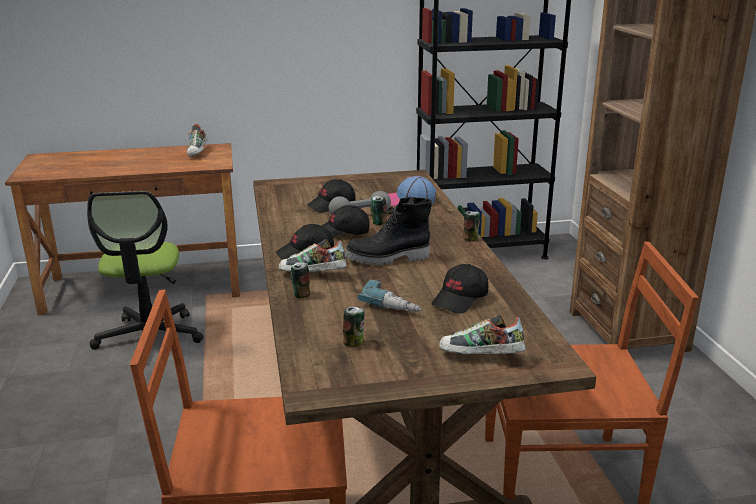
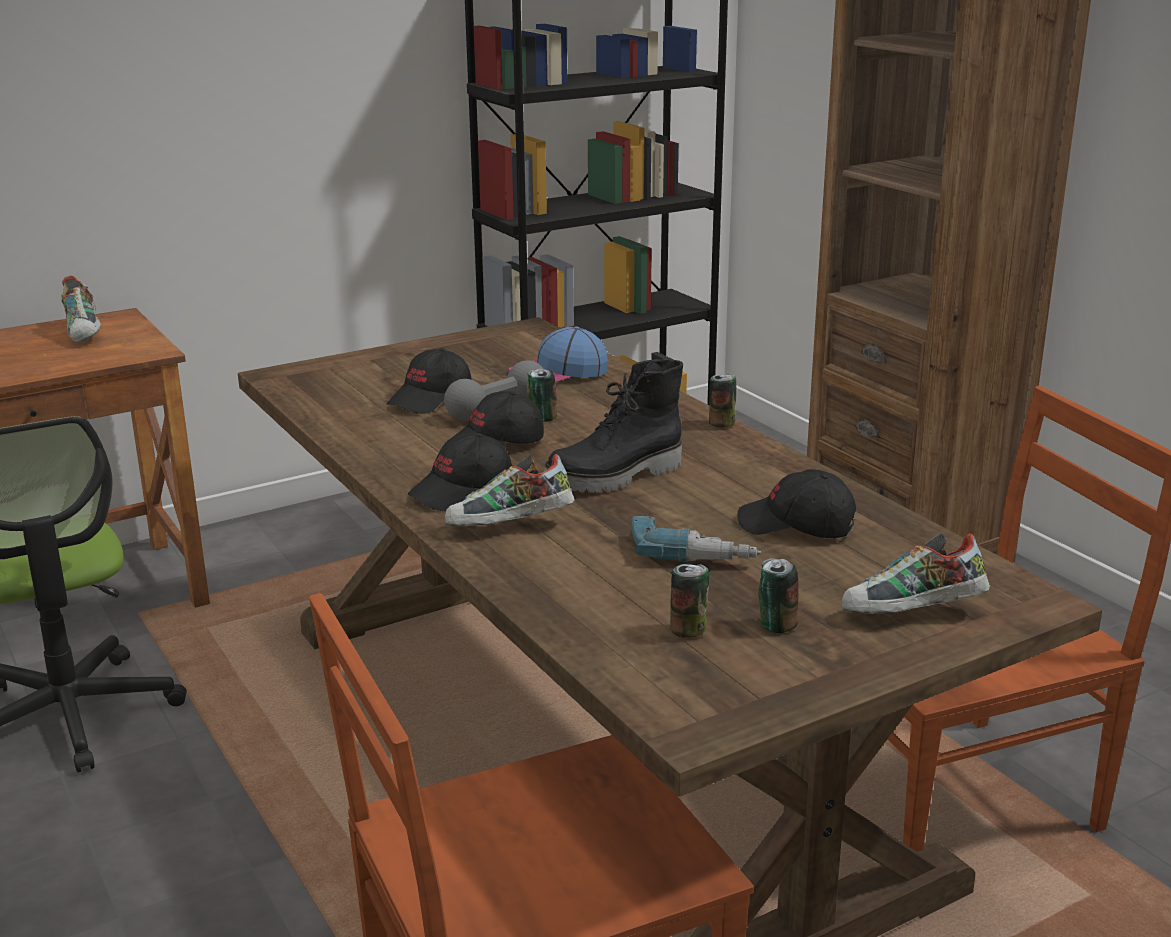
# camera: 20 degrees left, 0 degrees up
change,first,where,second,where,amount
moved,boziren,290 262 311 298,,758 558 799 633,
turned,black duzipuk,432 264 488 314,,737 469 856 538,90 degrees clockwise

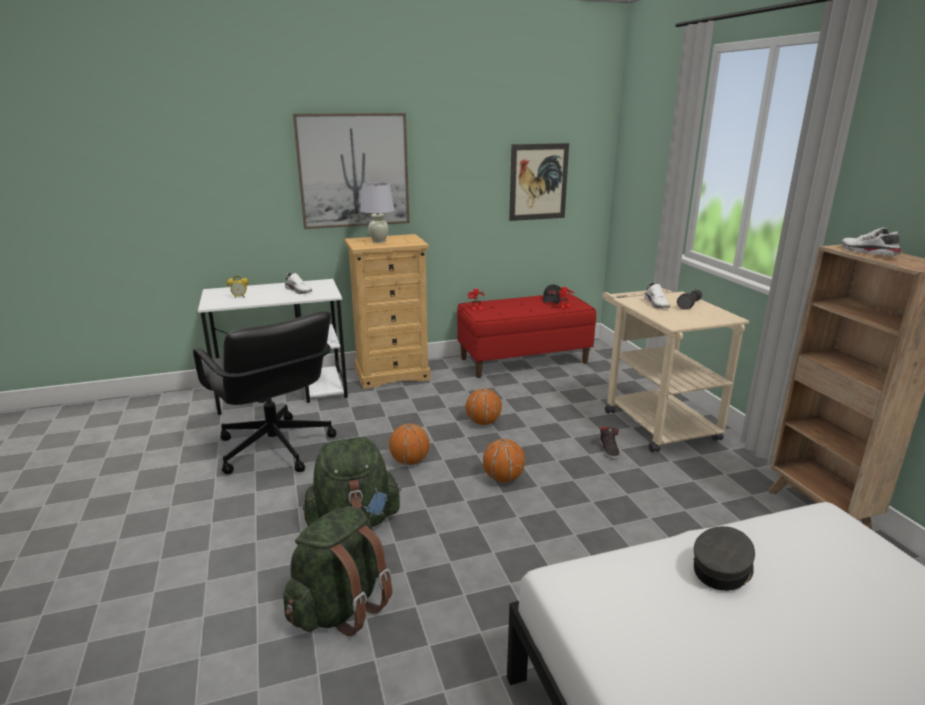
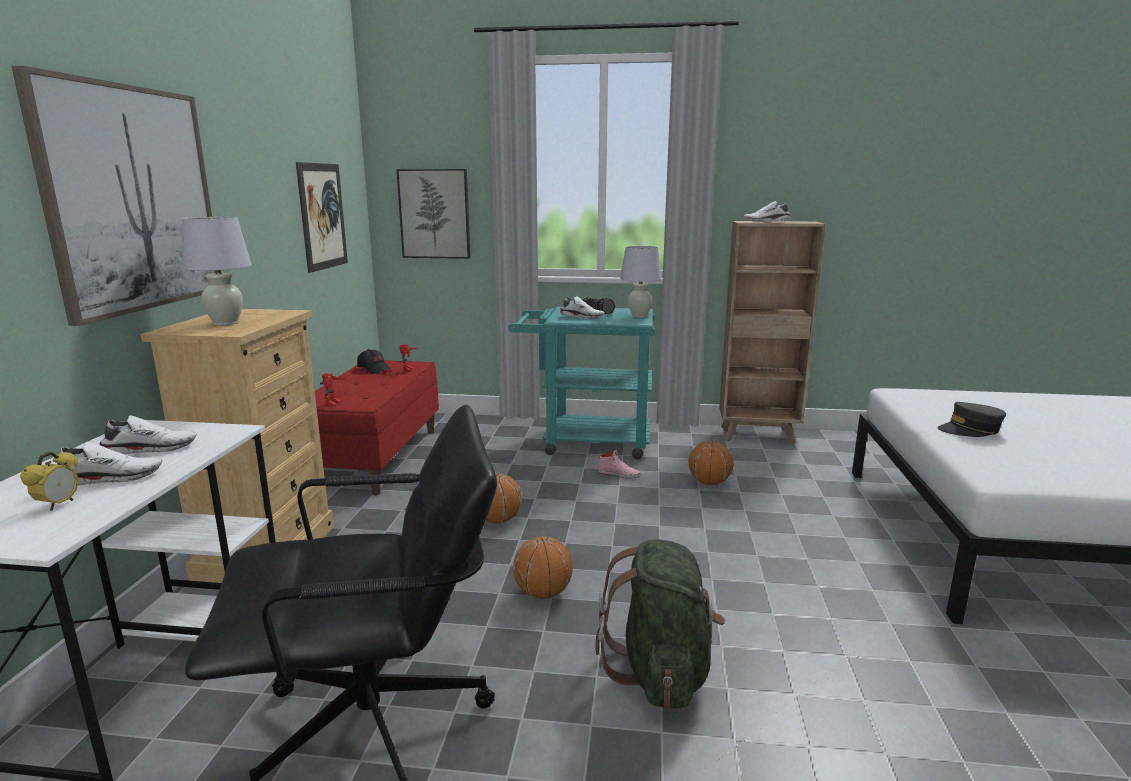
# camera: 65 degrees left, 5 degrees down
change,first,where,second,where,amount
removed,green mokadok,283 506 392 636,,,
added,,,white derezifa,57 441 162 486,
added,,,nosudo,396 169 470 259,
added,,,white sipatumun,620 246 662 317,
moved,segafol,483 439 525 482,,688 441 733 485,
recoloured,black derezifa,600 427 620 459,pink derezifa,598 450 641 478,
recoloured,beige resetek,603 287 749 452,turquoise resetek,508 307 655 459,
turned,grey duzipuk,693 526 755 591,,937 402 1006 437,75 degrees counterclockwise

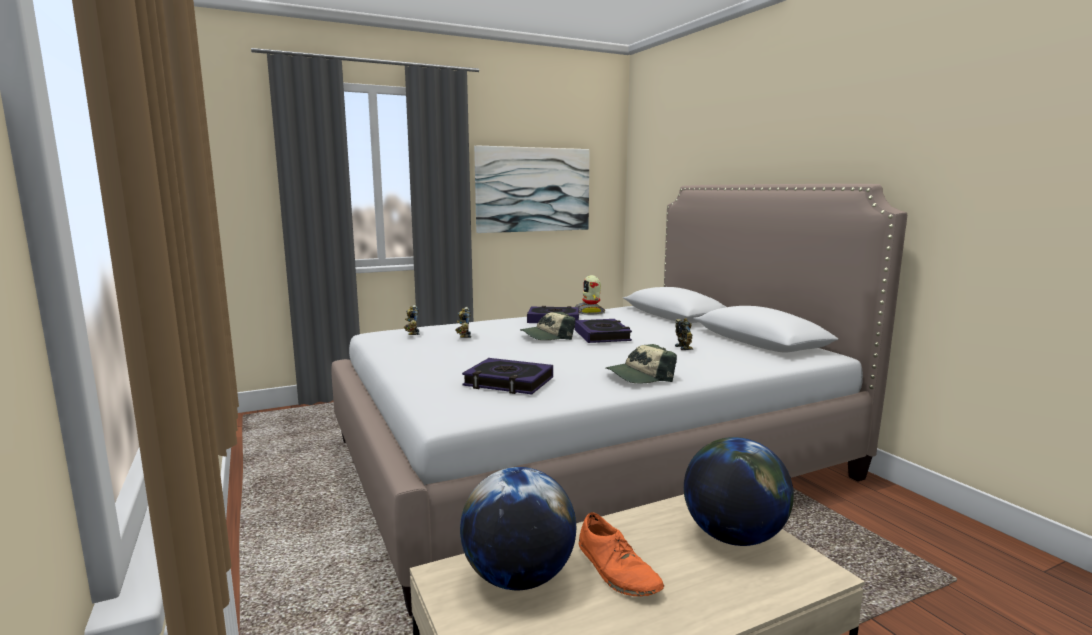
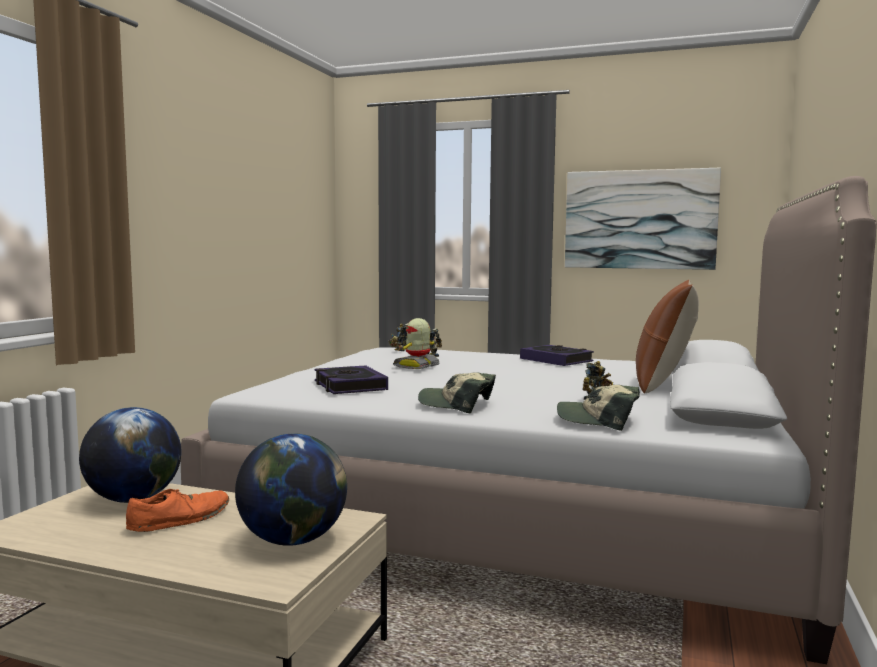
# camera: 45 degrees right, 5 degrees down
change,first,where,second,where,amount
removed,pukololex,574 319 632 343,,,
added,,,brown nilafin,636 280 699 394,
moved,duzipuk,520 312 575 340,,557 385 640 431,
moved,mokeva,575 275 605 315,,393 318 440 369,
turned,orange derezifa,579 512 664 596,,126 489 229 532,150 degrees counterclockwise

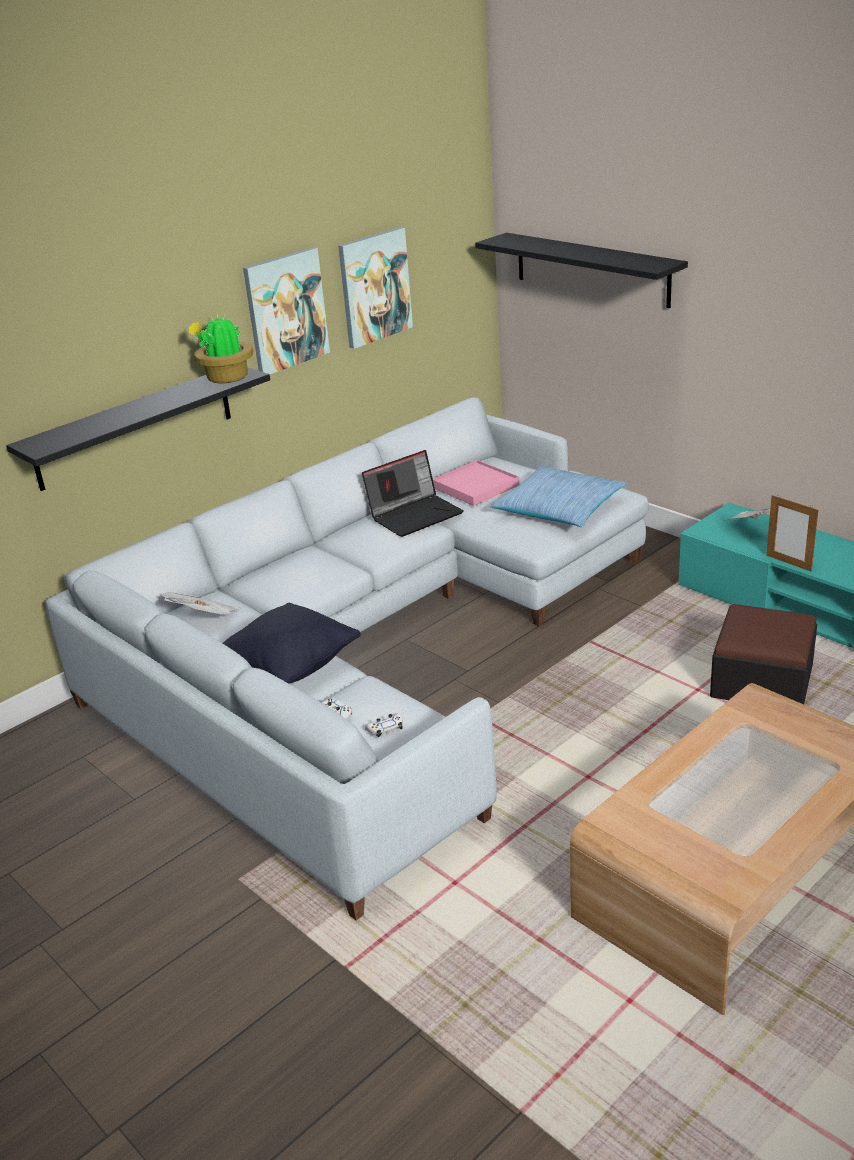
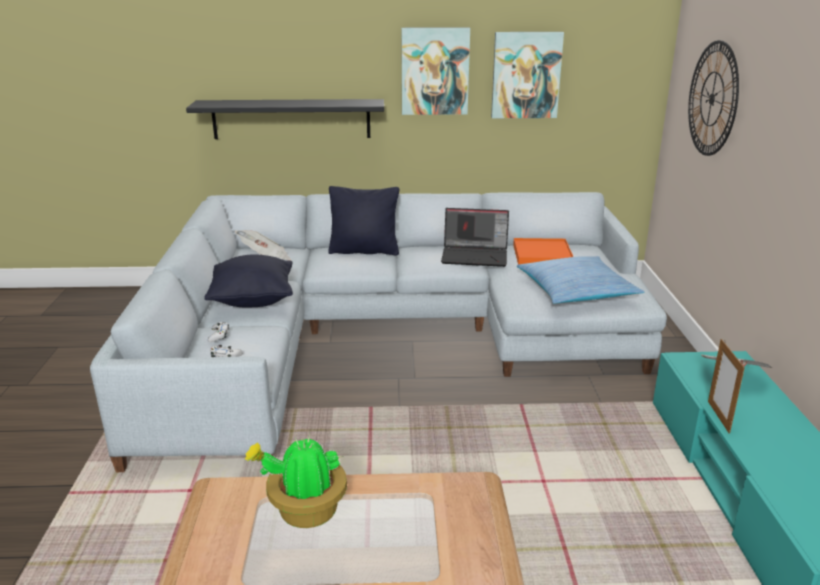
# camera: 40 degrees right, 5 degrees down
change,first,where,second,where,amount
removed,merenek,710 604 817 704,,,
added,,,black nilafin,328 186 399 256,
moved,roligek,189 315 253 383,,245 433 347 528,
replaced,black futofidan,475 233 688 308,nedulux,688 40 739 156,
recoloured,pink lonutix,433 460 519 506,orange lonutix,513 238 573 264,

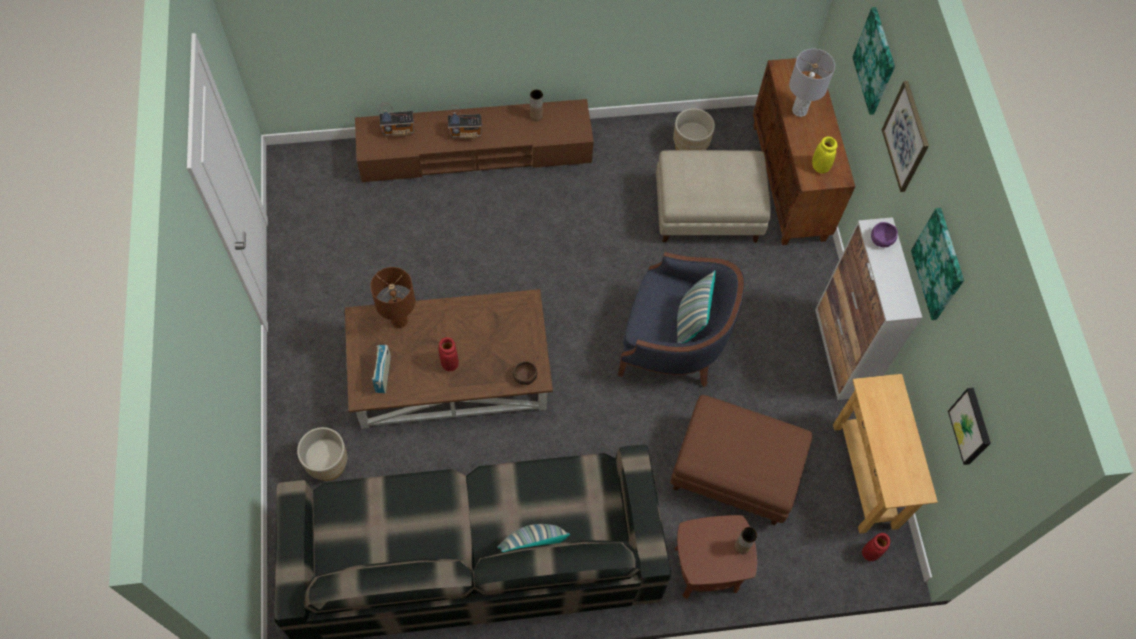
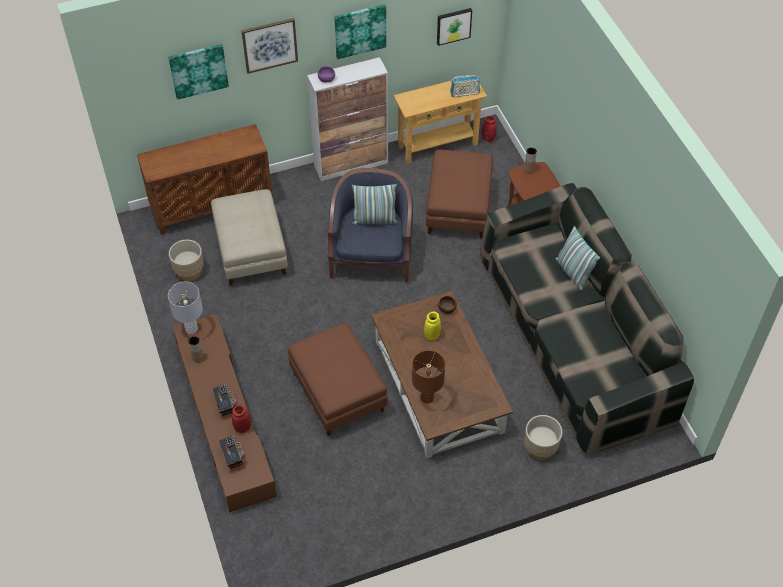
# camera: 100 degrees left, 10 degrees down
change,first,where,second,where,amount
added,,,brown merenek,288 323 387 436,
moved,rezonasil,372 345 391 393,,450 76 480 97,
moved,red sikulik,439 337 459 371,,232 405 251 433,
moved,grey sipatumun,789 49 835 117,,168 282 203 334,
moved,yellow sikulik,812 137 838 174,,424 312 441 340,

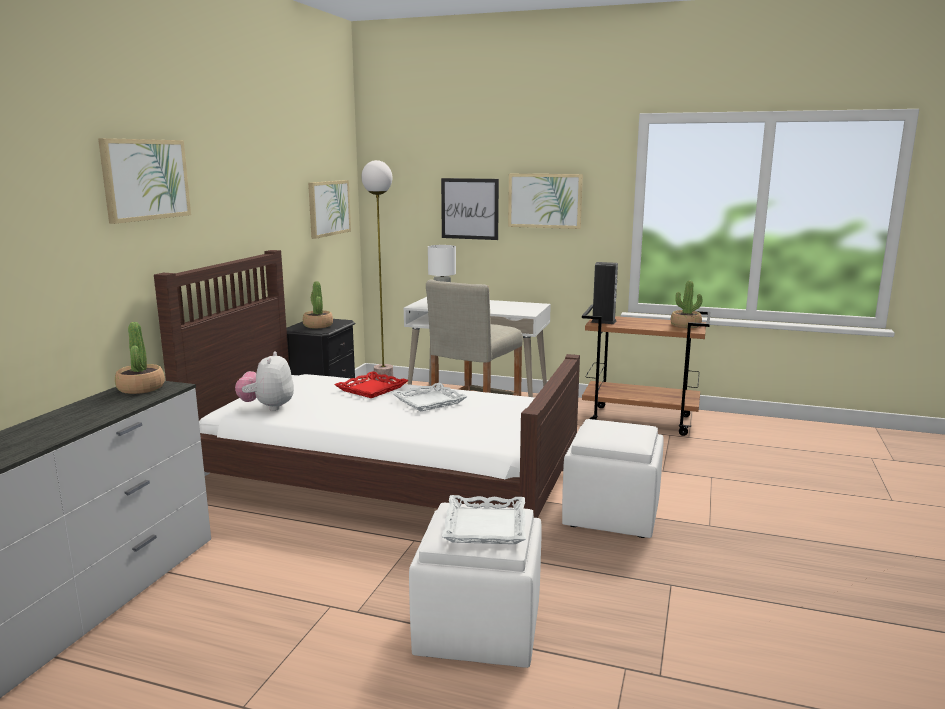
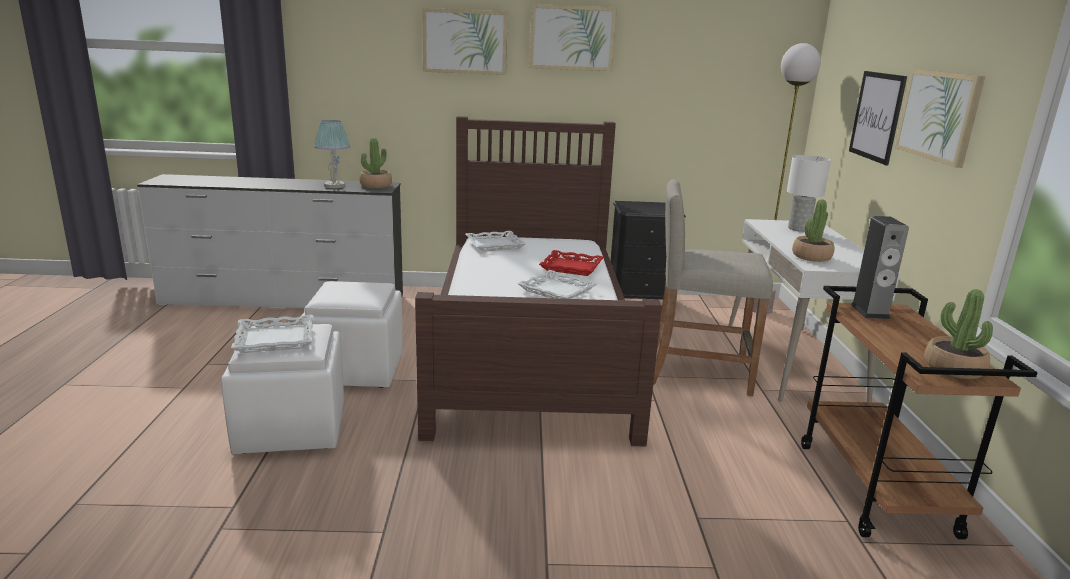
# camera: 70 degrees right, 5 degrees up
change,first,where,second,where,amount
added,,,sipatumun,314 120 350 188,
moved,roligek,303 281 333 328,,792 199 834 262,
moved,nosudo,308 180 351 239,,529 4 617 71,
moved,white merenek,562 419 664 538,,298 281 403 388,
replaced,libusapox,235 351 294 411,white lonutix,465 231 526 252,

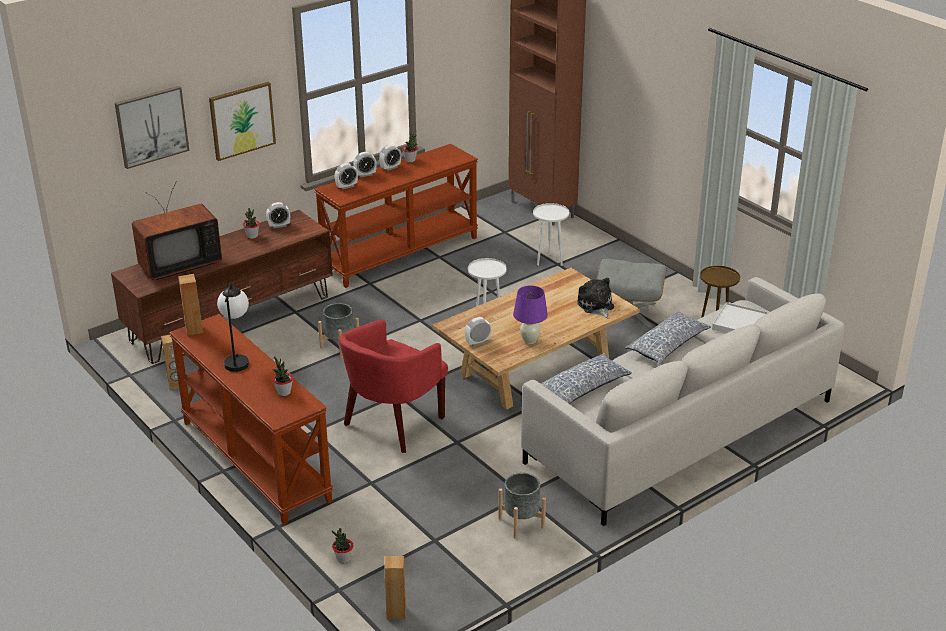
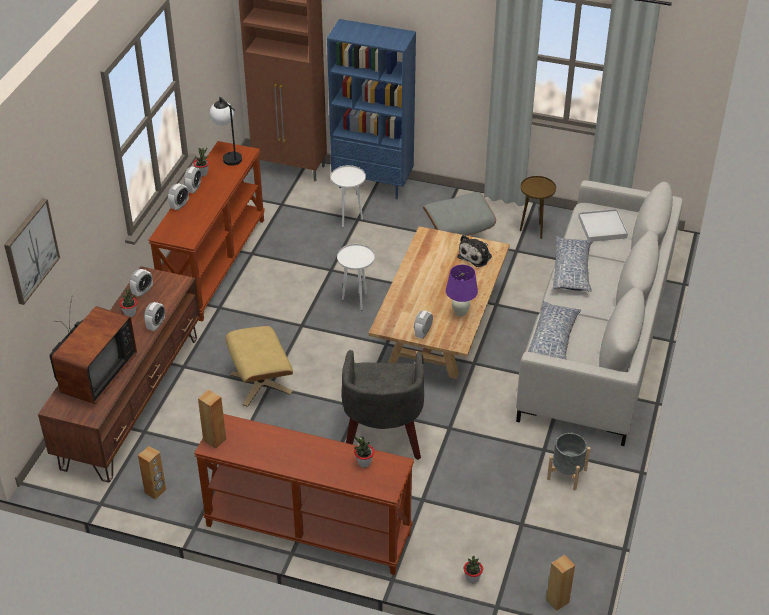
# camera: 35 degrees left, 10 degrees up
change,first,where,second,where,amount
removed,nosudo,209 82 276 161,,,
added,,,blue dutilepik,327 19 416 199,
moved,sipatumun,217 282 249 372,,210 97 242 166,
moved,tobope,335 163 358 190,,144 302 165 331,
replaced,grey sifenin,318 303 359 358,beige merenek,226 326 293 407,
recoloured,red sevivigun,339 319 448 453,grey sevivigun,341 350 424 460,
turned,libusapox,577 277 614 318,,457 235 492 267,90 degrees counterclockwise

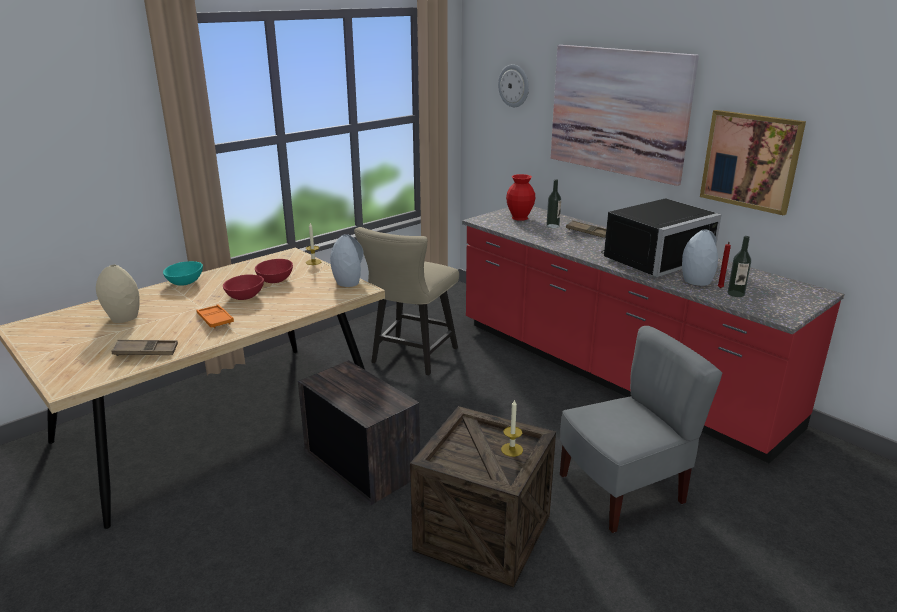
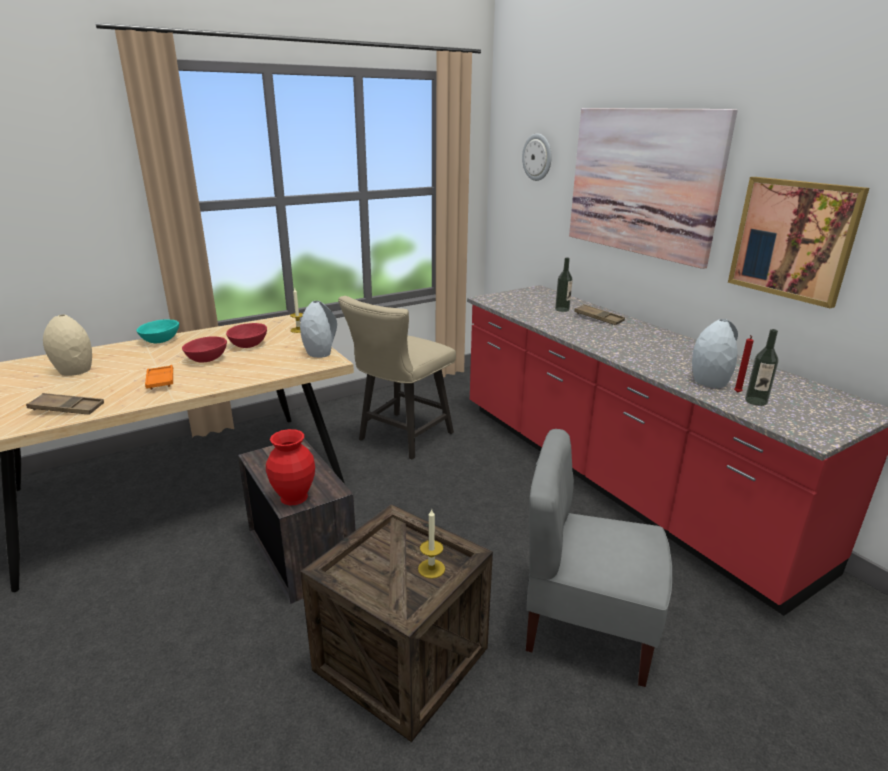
# camera: 10 degrees right, 0 degrees up
change,first,where,second,where,amount
removed,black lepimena,601 198 722 277,,,
moved,red sikulik,506 174 535 221,,266 429 315 506,
turned,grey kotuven,560 326 722 533,,526 429 672 687,150 degrees counterclockwise

